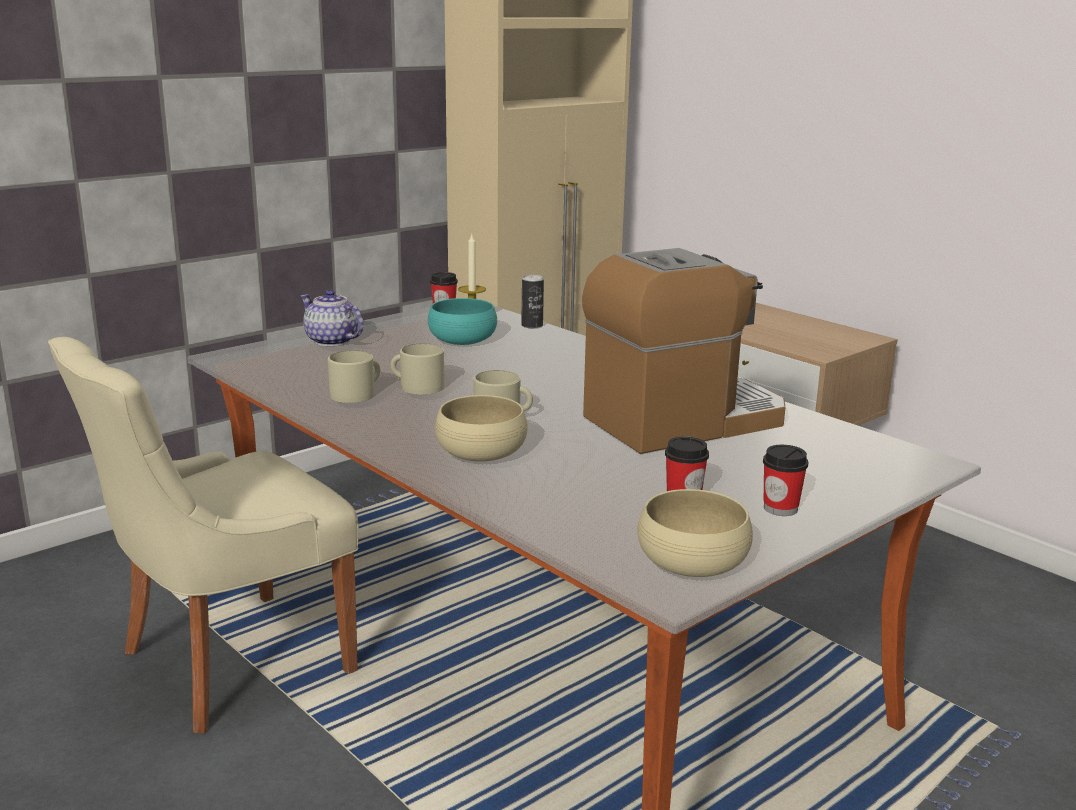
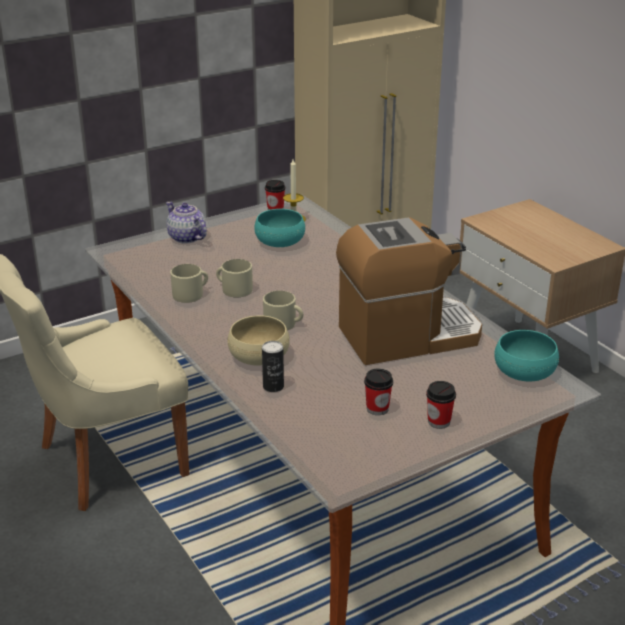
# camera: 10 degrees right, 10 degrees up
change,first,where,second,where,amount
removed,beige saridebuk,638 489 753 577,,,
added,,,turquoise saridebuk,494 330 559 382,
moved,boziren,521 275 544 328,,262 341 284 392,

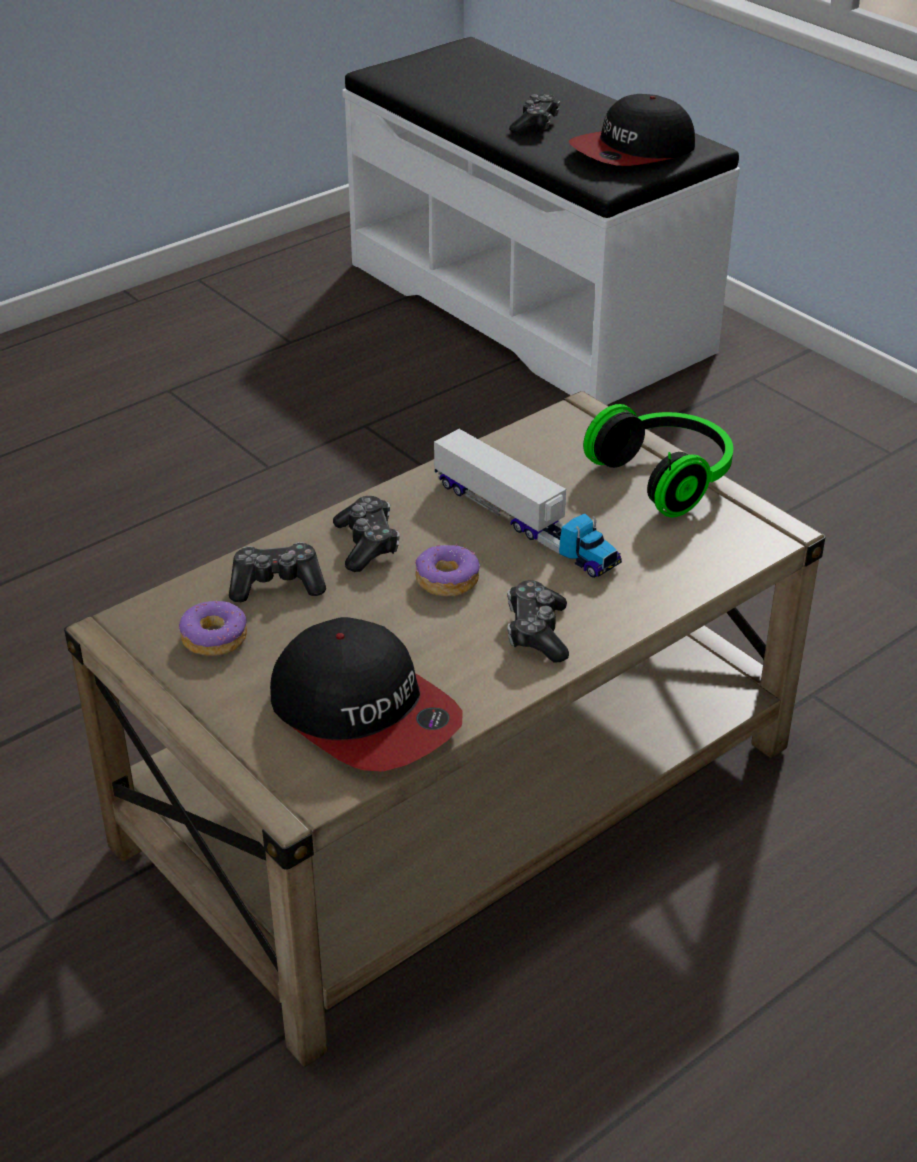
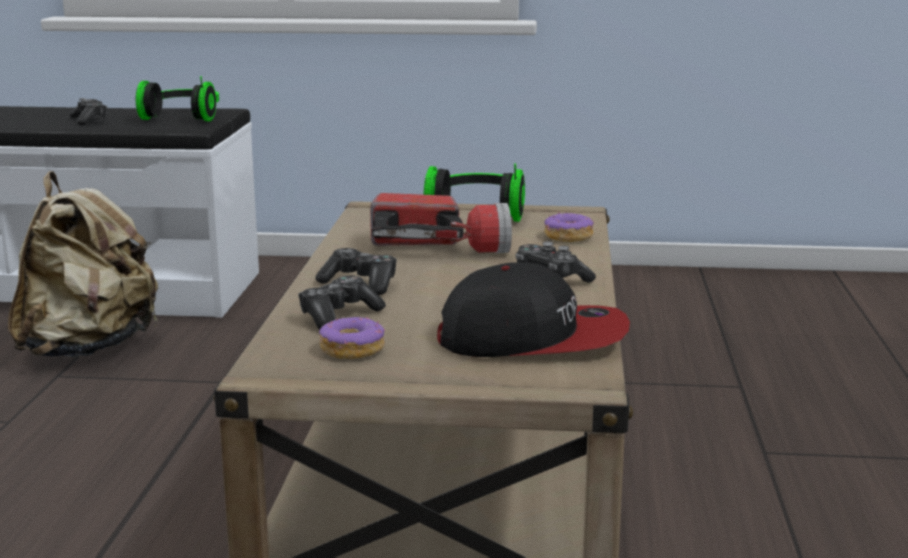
# camera: 45 degrees left, 20 degrees down
change,first,where,second,where,amount
added,,,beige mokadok,8 171 158 358,
moved,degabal,415 543 480 596,,544 212 594 242,
replaced,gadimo,434 429 622 578,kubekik,370 193 512 253,
replaced,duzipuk,569 94 695 166,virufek,136 76 219 121,

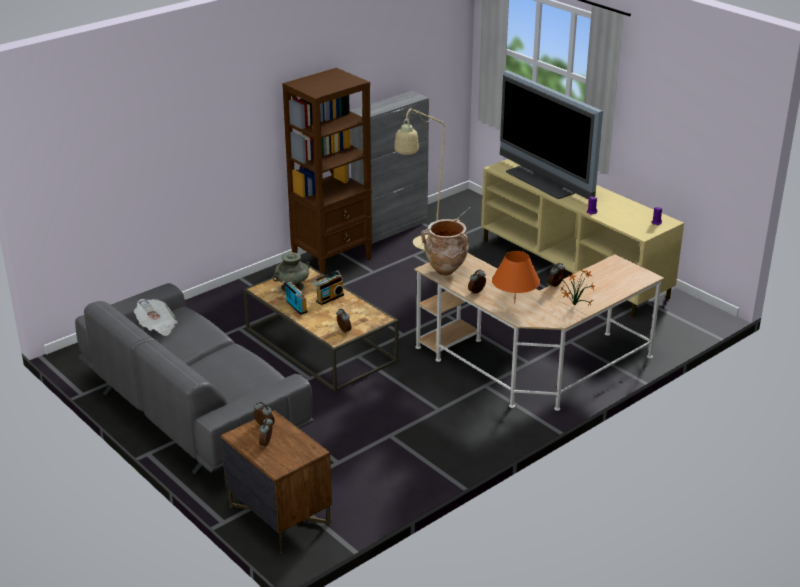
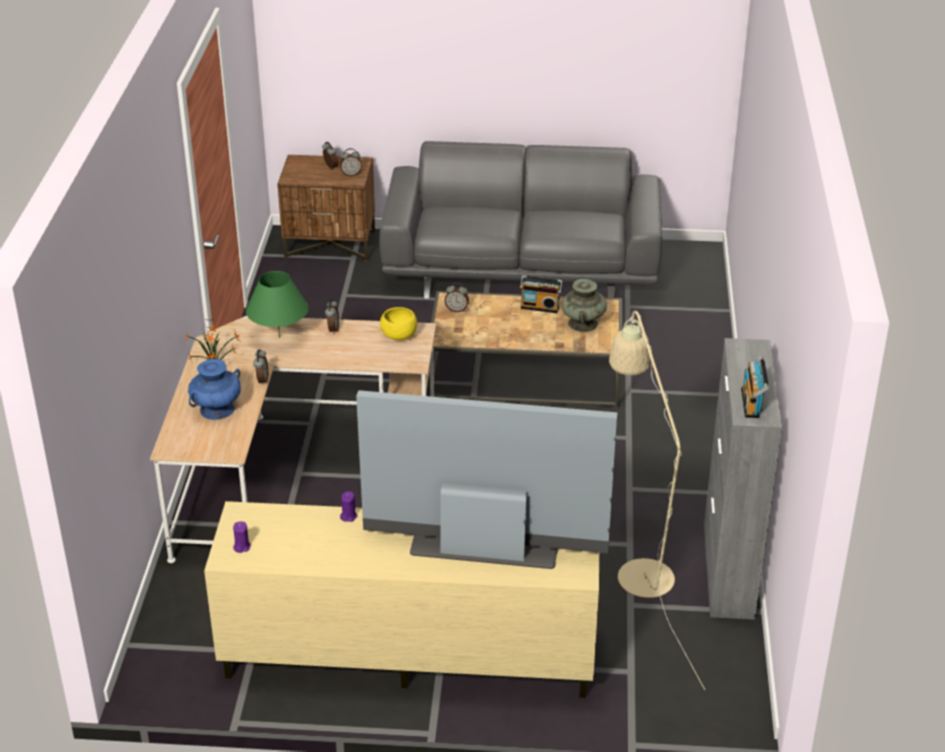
# camera: 135 degrees right, 5 degrees up
change,first,where,second,where,amount
removed,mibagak,134 299 178 336,,,
removed,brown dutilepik,282 68 372 275,,,
added,,,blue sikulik,188 359 241 420,
moved,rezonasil,313 270 344 305,,741 356 769 418,
replaced,beige sikulik,421 219 469 276,yellow saridebuk,380 307 417 340,
recoloured,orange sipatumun,492 251 540 304,green sipatumun,246 271 308 338,

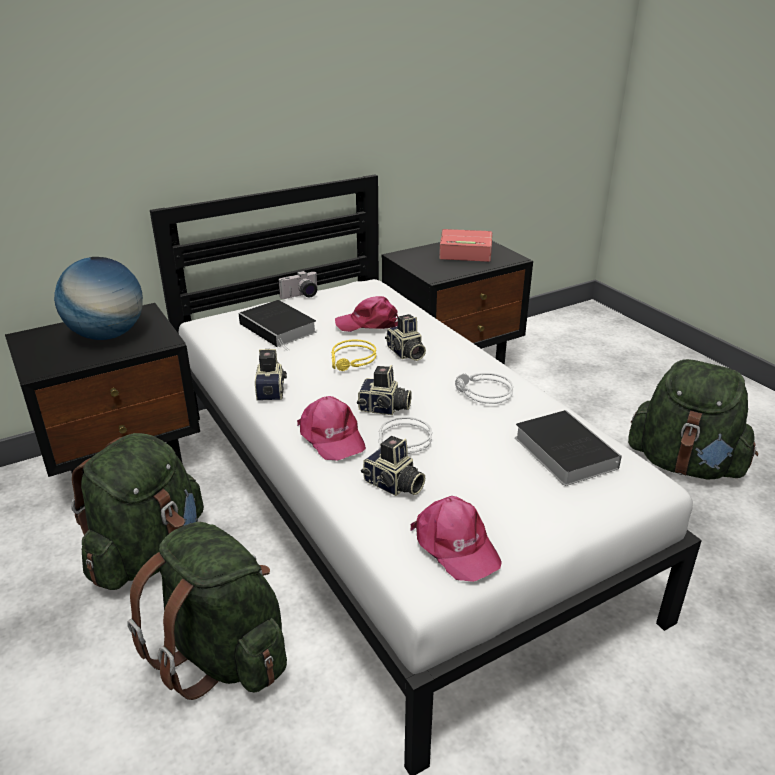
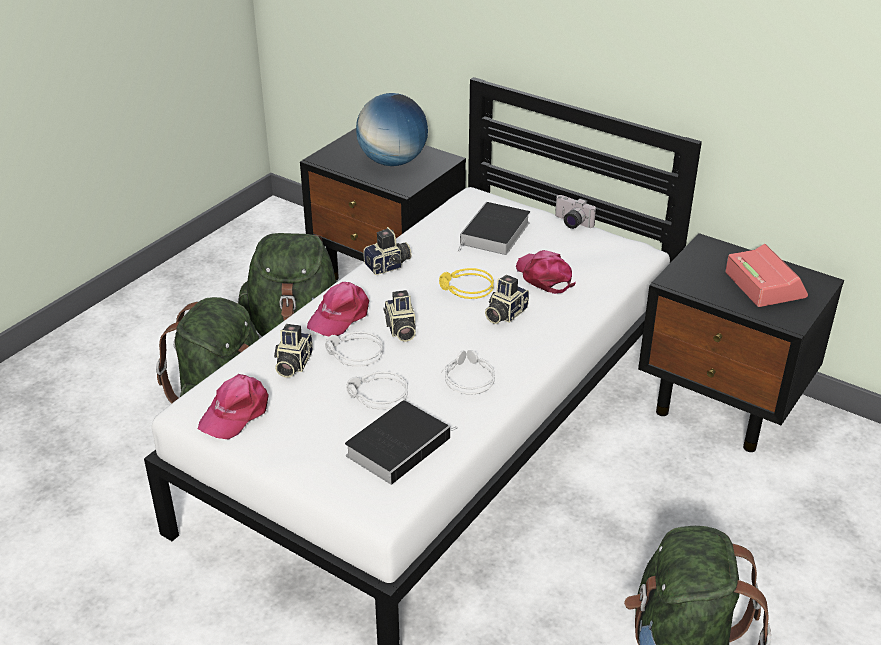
# camera: 65 degrees right, 5 degrees up
change,first,where,second,where,amount
added,,,grey virufek,346 371 408 409,

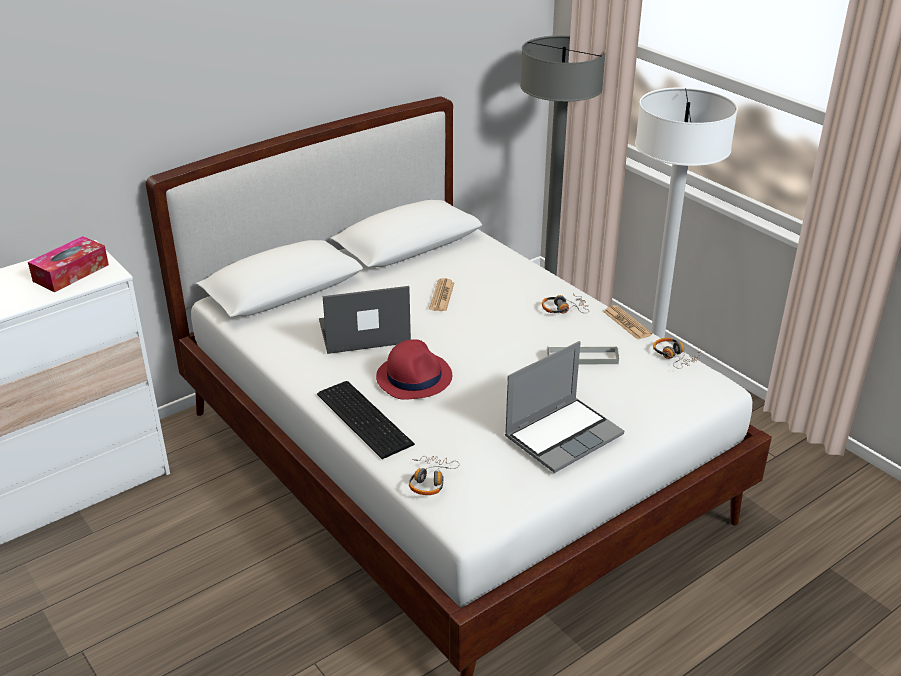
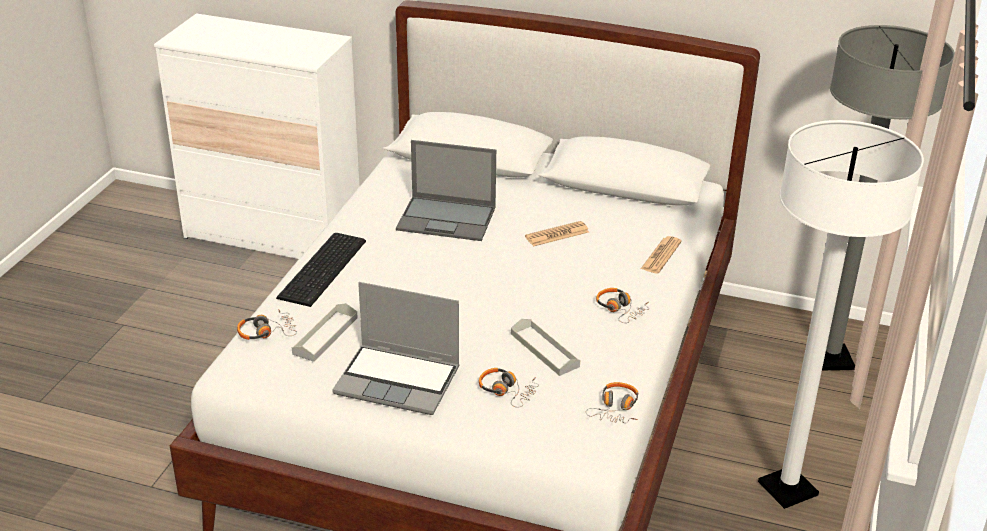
# camera: 55 degrees right, 0 degrees up
change,first,where,second,where,amount
removed,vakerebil,28 236 109 292,,,
removed,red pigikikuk,376 339 452 400,,,
added,,,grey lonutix,292 303 358 362,
added,,,virufek,479 368 539 407,
moved,mibagak,603 305 652 340,,641 236 682 274,
turned,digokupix,319 286 411 354,,396 140 496 241,150 degrees clockwise

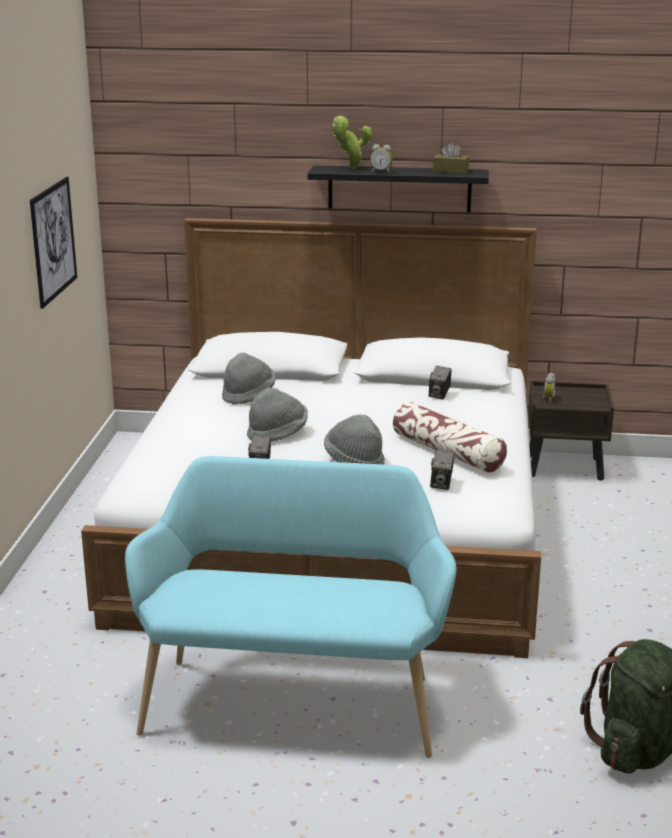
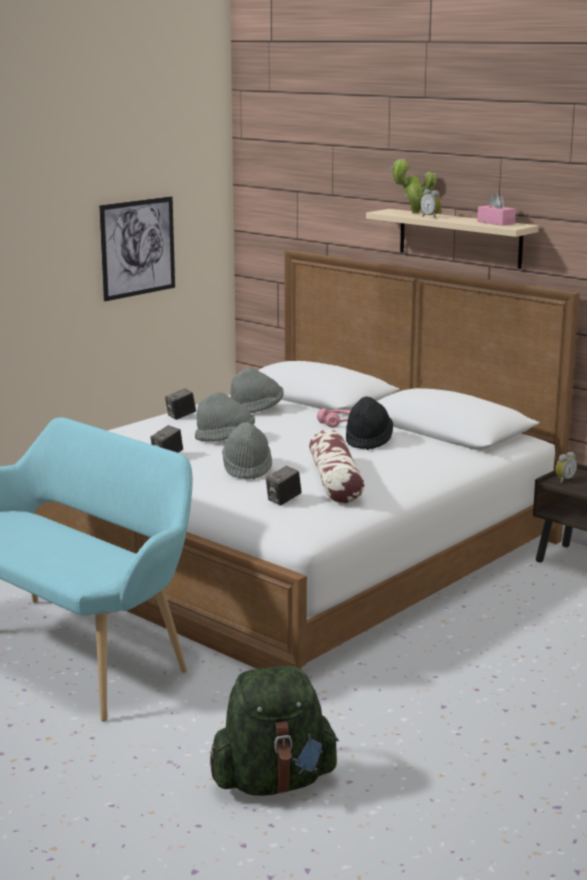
# camera: 35 degrees right, 5 degrees down
change,first,where,second,where,amount
added,,,pink virufek,317 408 351 428,
added,,,black pigikikuk,346 397 393 450,
moved,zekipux,429 366 452 399,,165 388 196 420,
recoloured,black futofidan,308 165 489 212,beige futofidan,366 209 539 269,
recoloured,brown vakerebil,433 143 469 174,pink vakerebil,477 193 516 226,

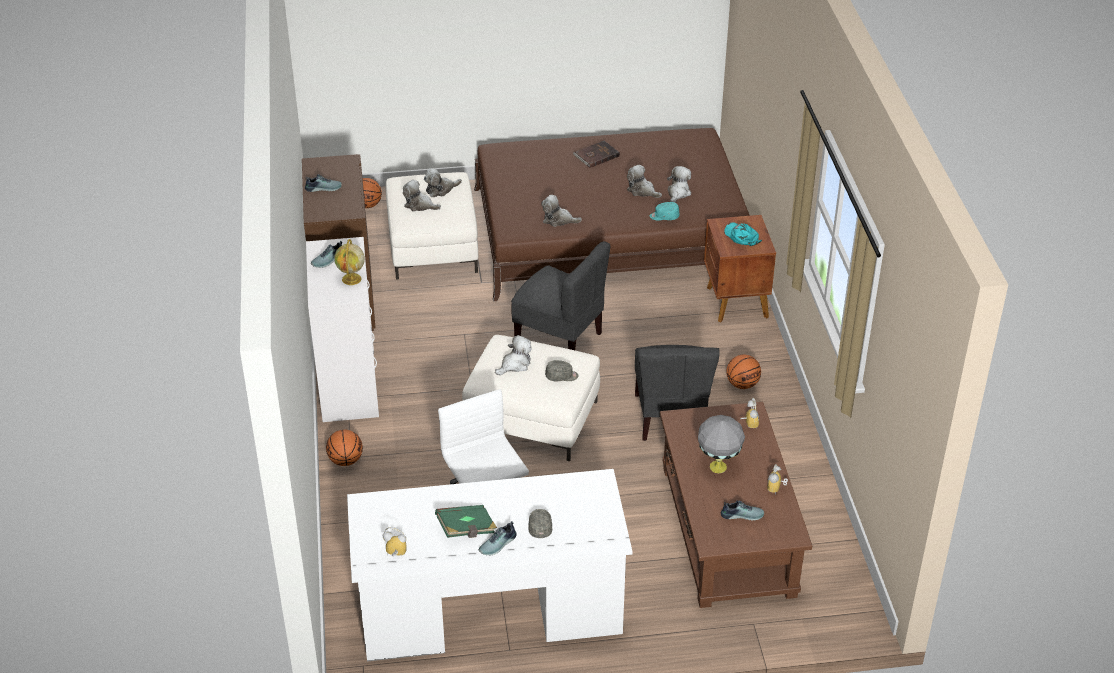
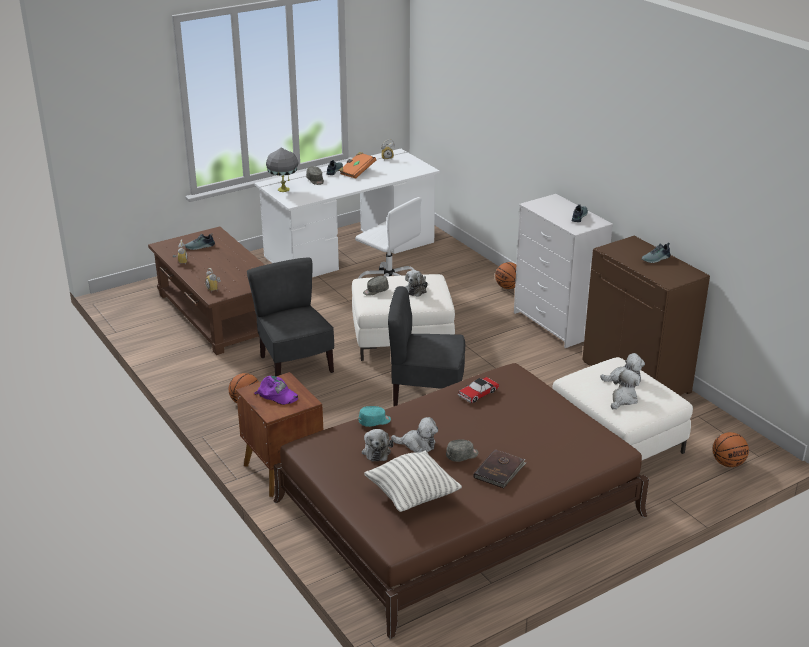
# camera: 155 degrees right, 10 degrees down
change,first,where,second,where,amount
removed,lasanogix,334 239 365 285,,,
added,,,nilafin,364 450 462 512,
added,,,grey duzipuk,446 439 478 462,
moved,grey sipatumun,698 415 745 473,,266 148 298 192,
replaced,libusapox,541 195 582 227,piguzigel,458 377 499 403,
recoloured,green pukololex,435 505 497 538,orange pukololex,339 152 376 179,
recoloured,turquoise duzipuk,724 222 762 246,purple duzipuk,254 376 298 405,

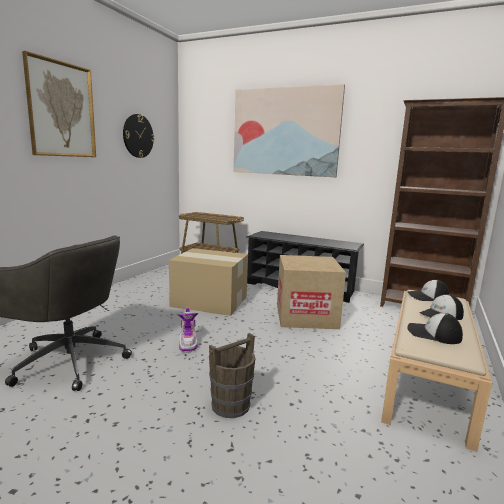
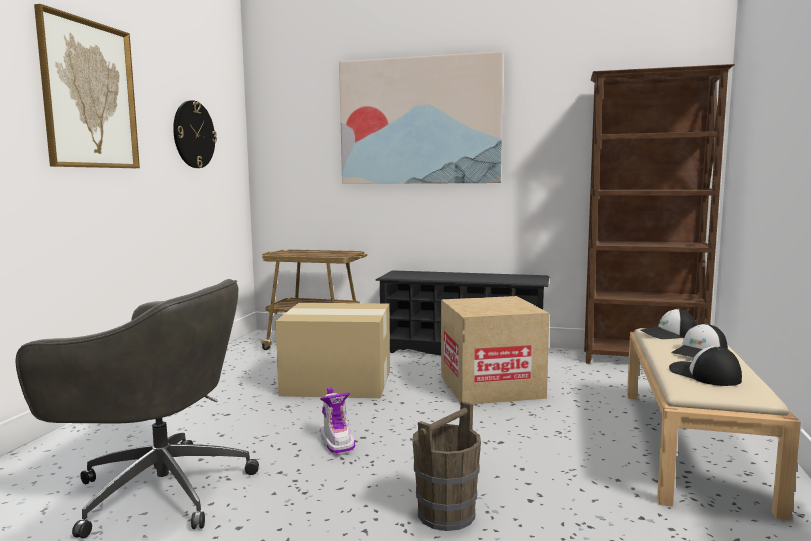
# camera: 10 degrees left, 5 degrees down
change,first,where,second,where,amount
turned,duzipuk,407 313 463 344,,669 346 742 386,45 degrees clockwise

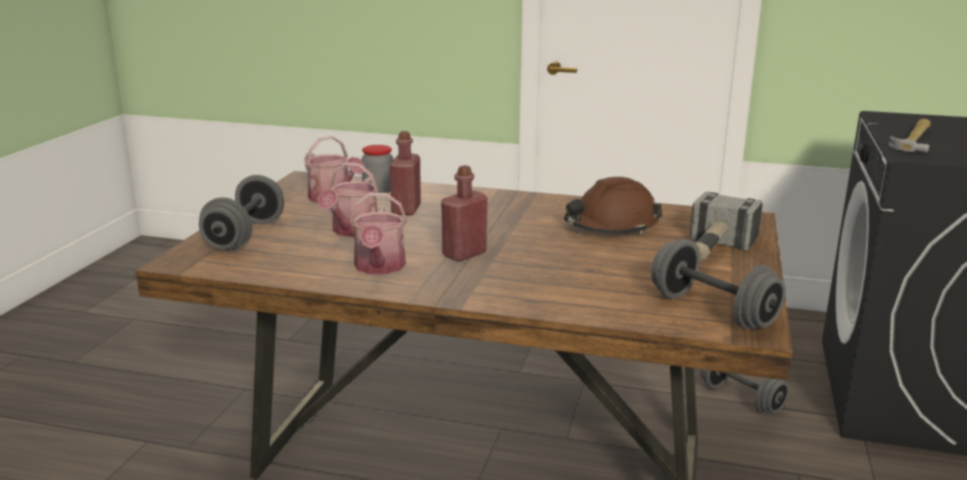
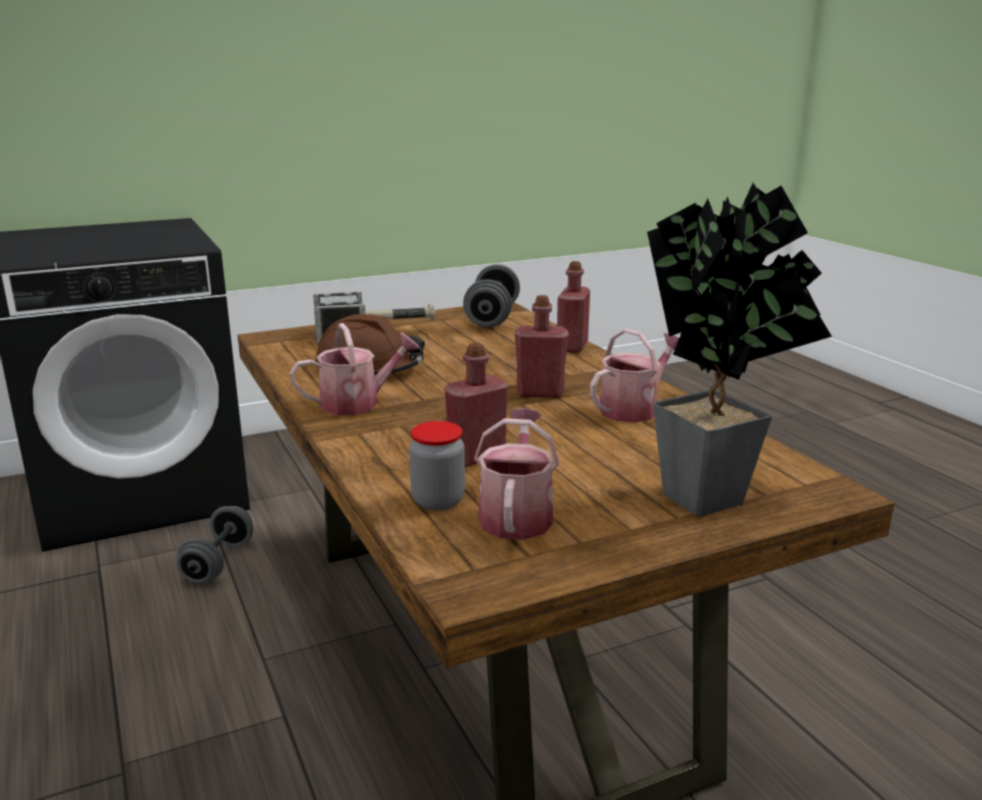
# camera: 130 degrees left, 0 degrees up
change,first,where,second,where,amount
removed,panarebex,889 119 931 153,,,
added,,,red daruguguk,557 261 590 353,
moved,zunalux,317 162 378 237,,290 323 420 415,
replaced,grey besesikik,199 175 284 250,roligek,647 183 832 517,

